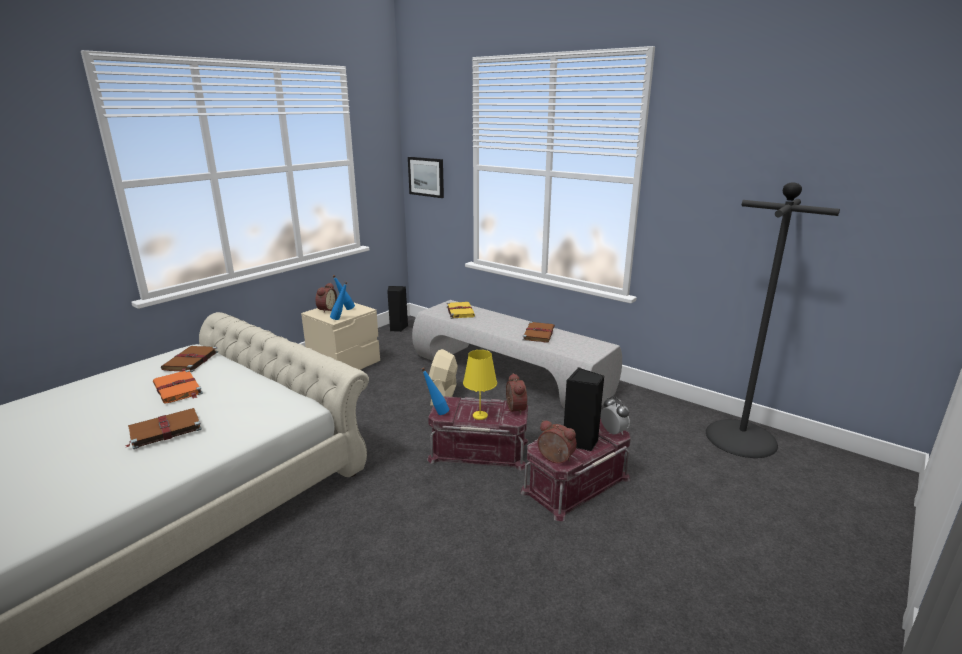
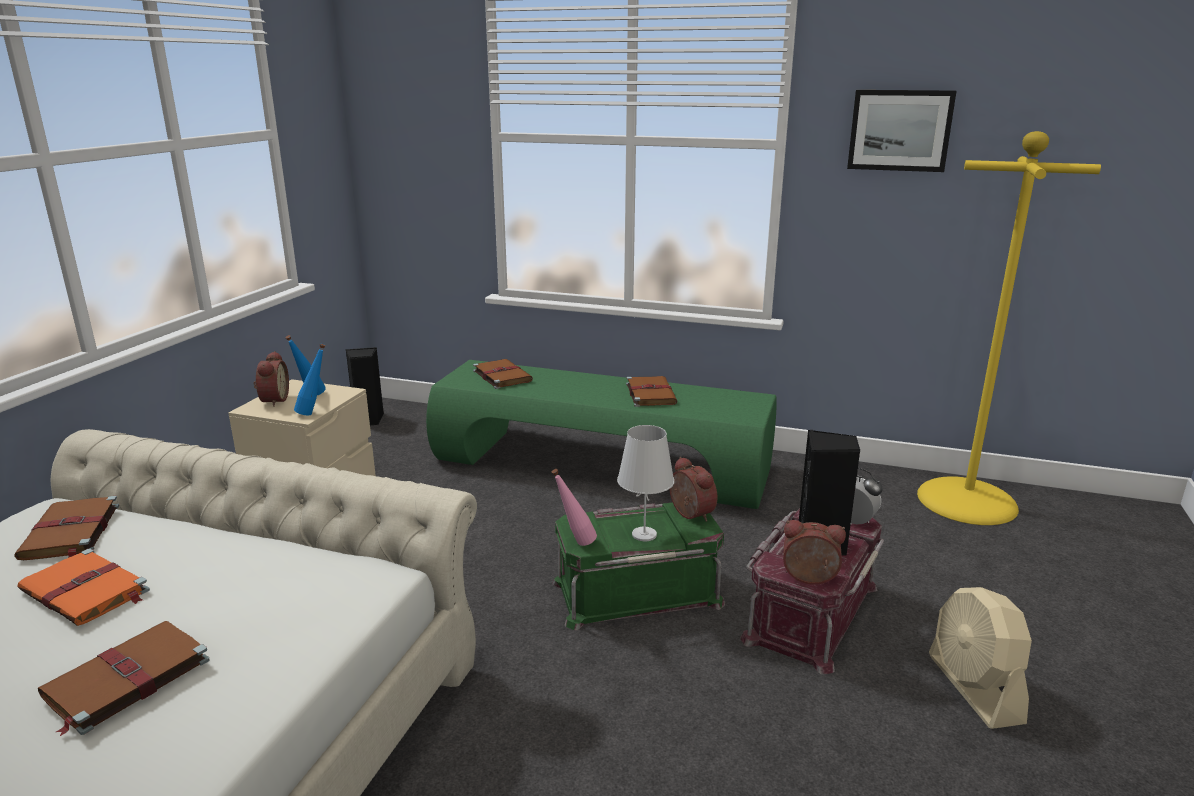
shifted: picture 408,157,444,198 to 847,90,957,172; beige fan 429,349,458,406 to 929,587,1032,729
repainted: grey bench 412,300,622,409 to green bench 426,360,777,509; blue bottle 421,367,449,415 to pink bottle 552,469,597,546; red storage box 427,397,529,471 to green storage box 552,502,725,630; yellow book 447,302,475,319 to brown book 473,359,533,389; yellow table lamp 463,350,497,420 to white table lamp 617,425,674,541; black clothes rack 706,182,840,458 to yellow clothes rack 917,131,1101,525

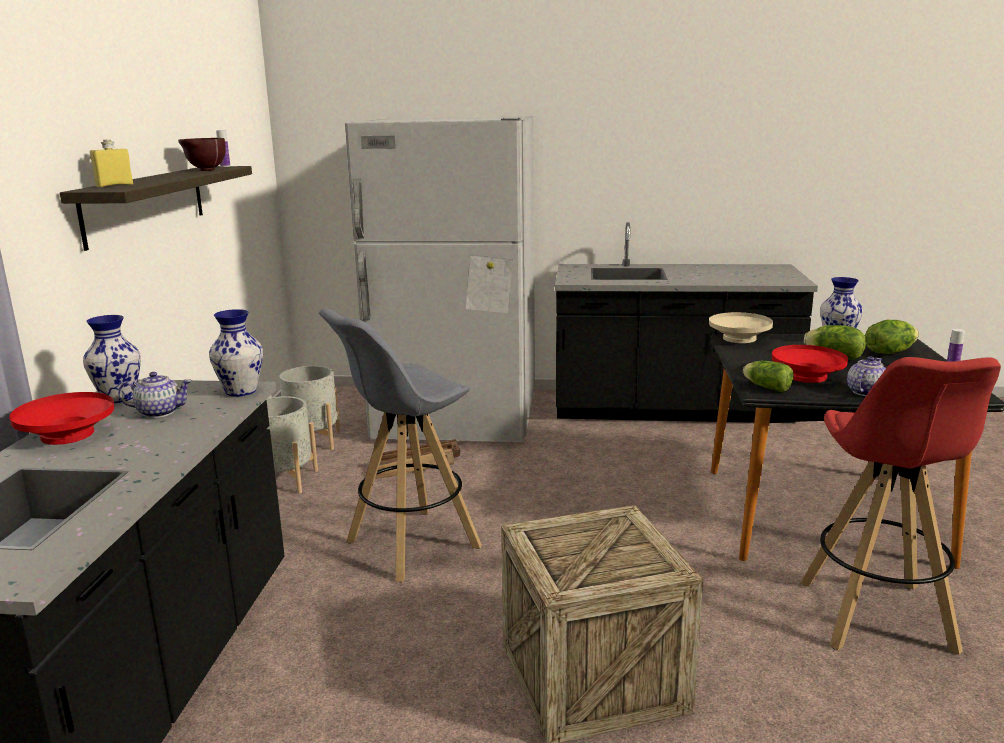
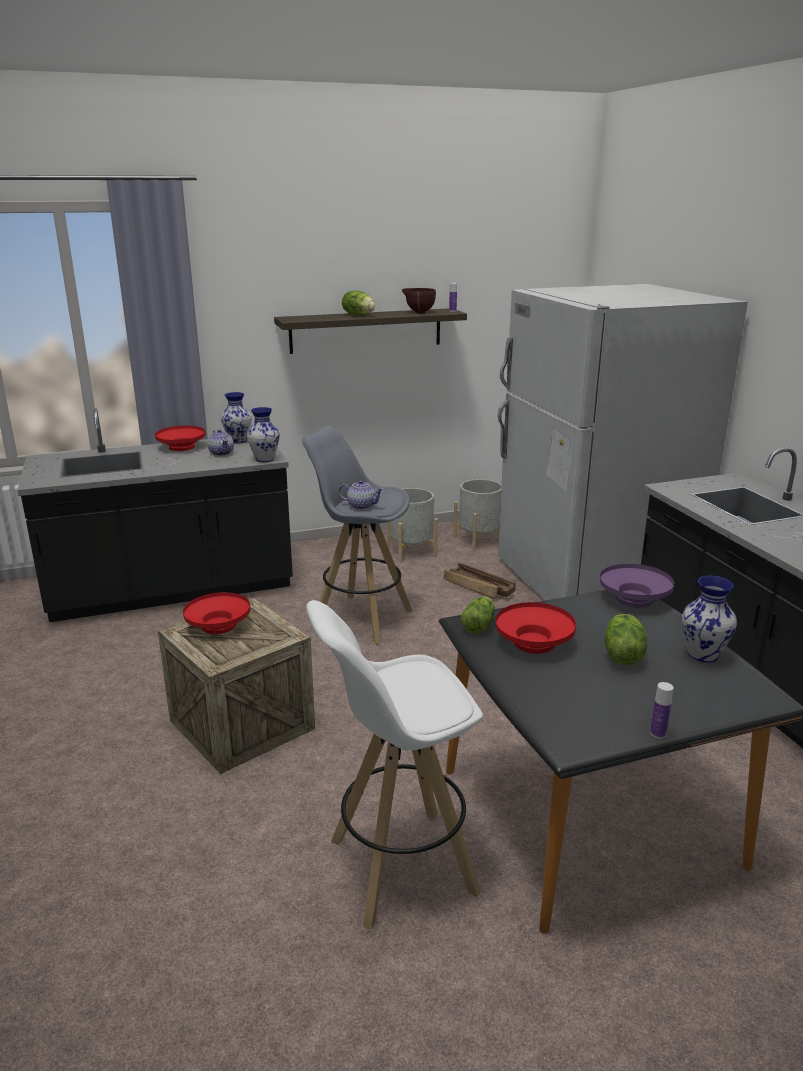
gone: yellow bottle 90,140,133,187
new: red bowl 183,592,250,634
shifted: teapot 847,356,886,396 to 339,480,384,510; lettuce 865,320,919,354 to 342,291,375,315
repainted: beige bowl 709,312,773,343 to purple bowl 600,564,674,608; red stool 800,357,1001,655 to white stool 306,600,483,929

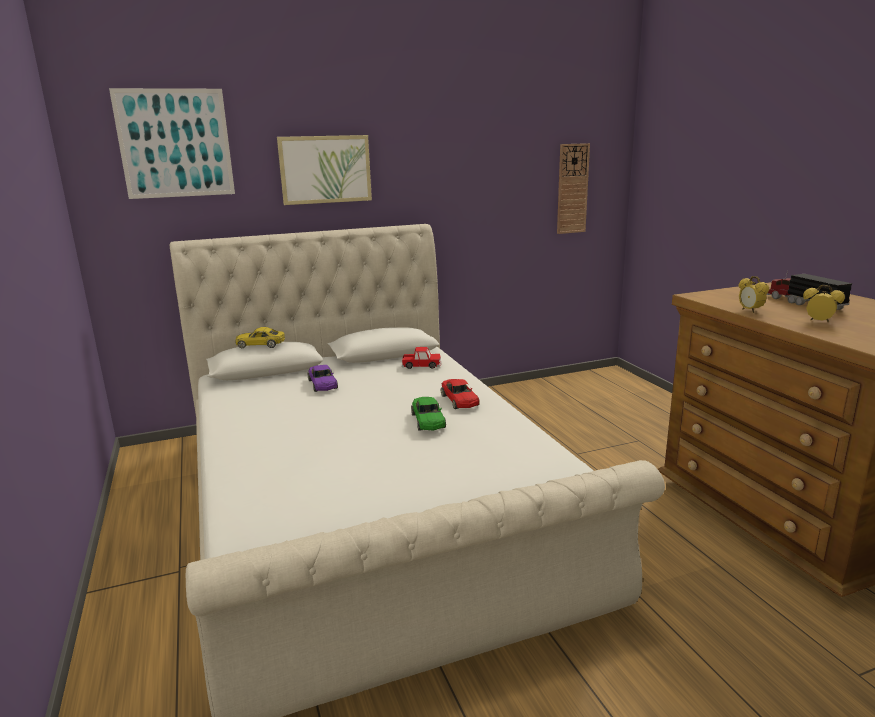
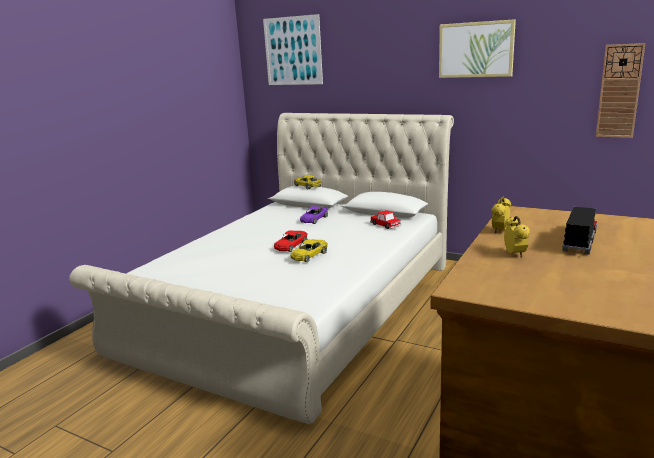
shifted: picture 277,135,372,205 to 439,19,516,78; red toy car 441,379,480,409 to 274,231,307,252
repainted: green toy car 411,397,446,431 to yellow toy car 290,239,328,262

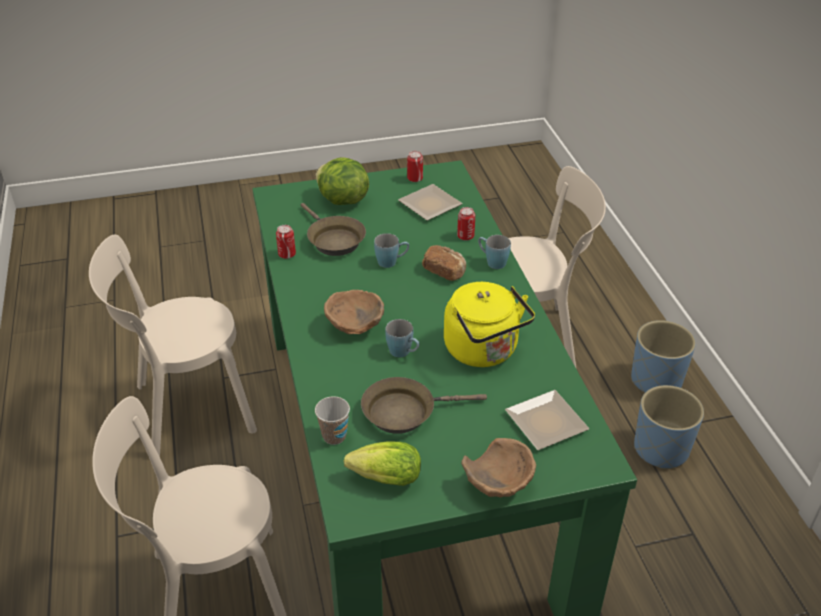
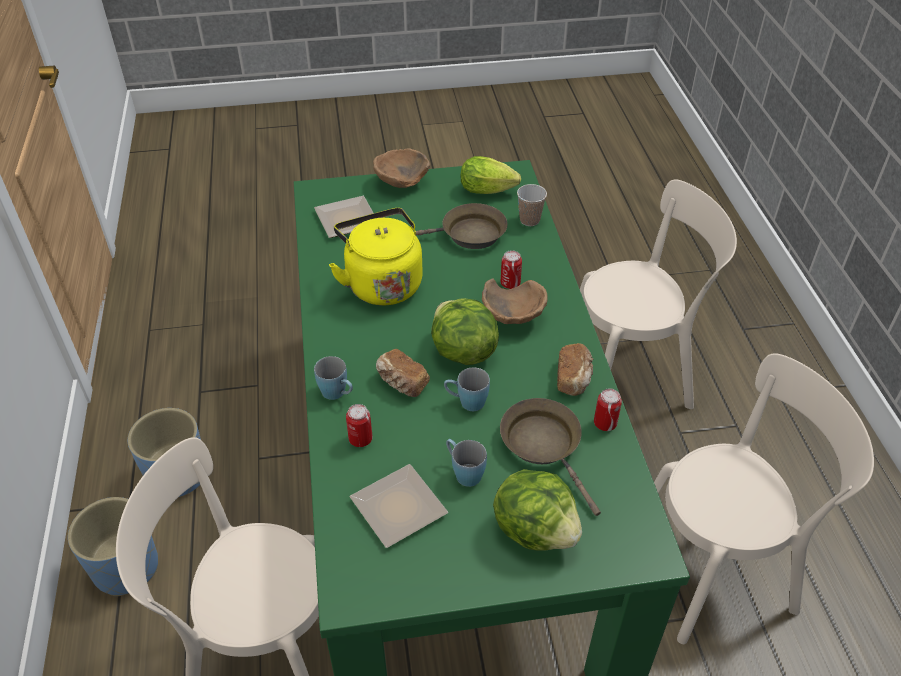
new: lettuce 431,298,499,365; bread 557,343,593,396
shifted: blue mug 385,319,419,357 to 446,439,487,487; can 407,151,423,182 to 500,250,522,289

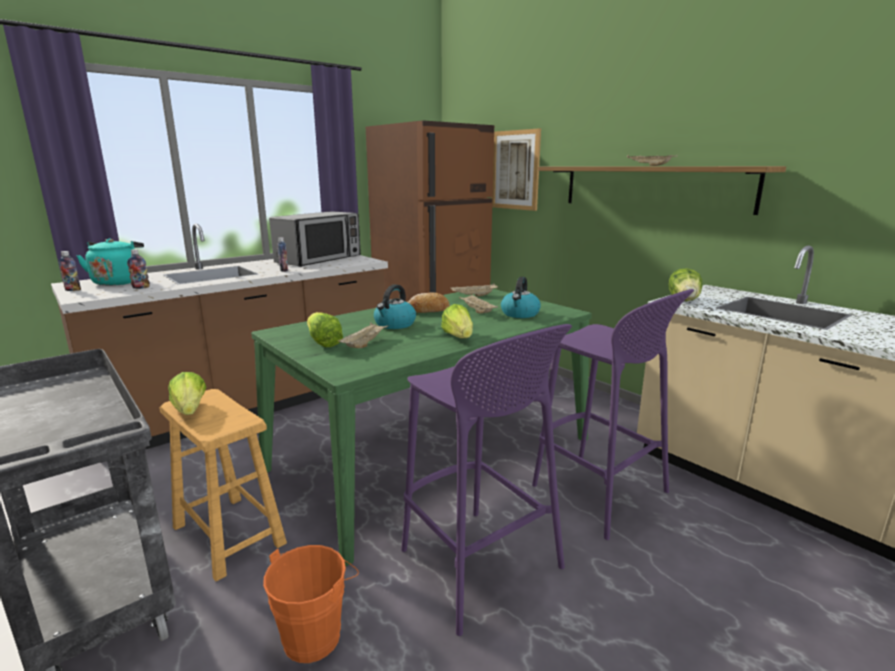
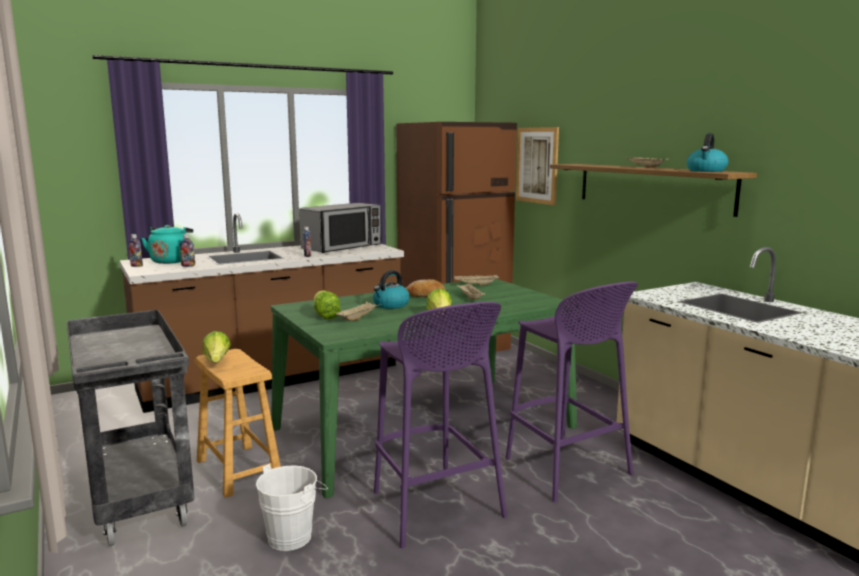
gone: lettuce 669,268,702,301
shifted: kettle 501,277,541,318 to 687,133,729,172
repainted: orange bucket 263,545,359,663 to white bucket 256,464,328,551

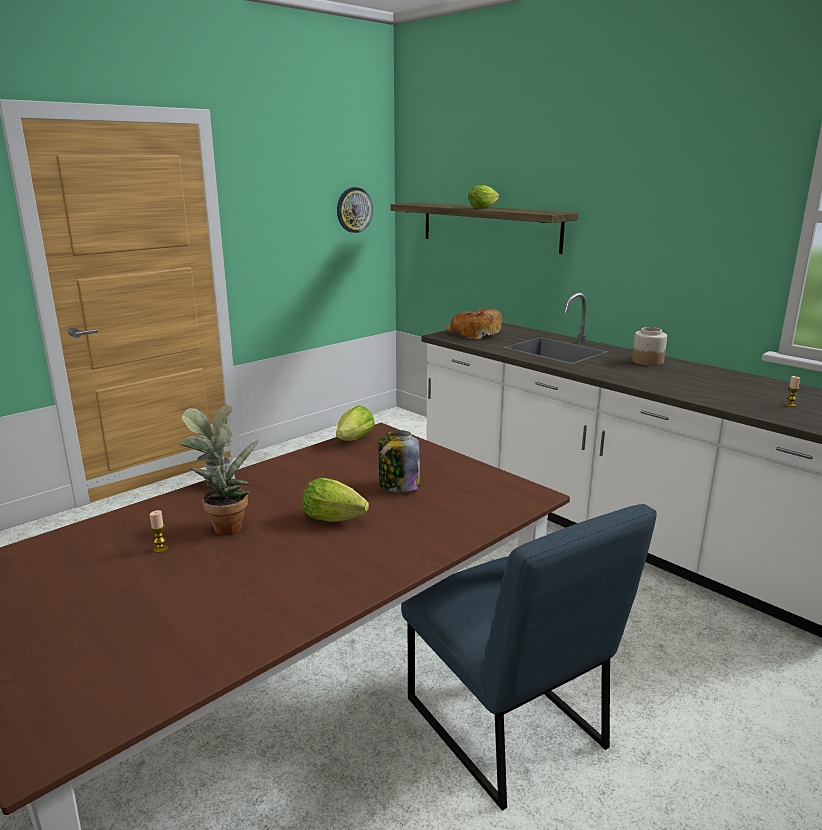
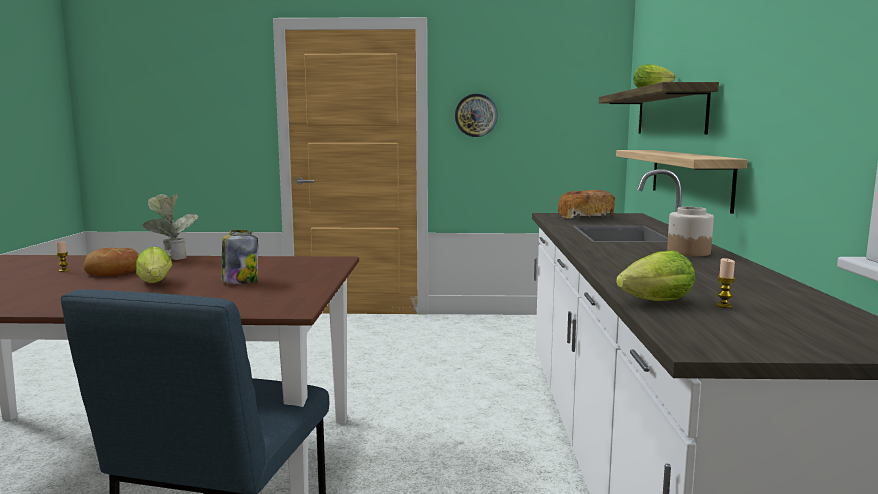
new: shelf 616,150,747,214
shifted: lettuce 336,405,375,441 to 616,250,695,301; wall clock 337,187,373,233 to 455,94,498,137
swapped: potted plant 190,440,259,535 to bread 84,248,139,276

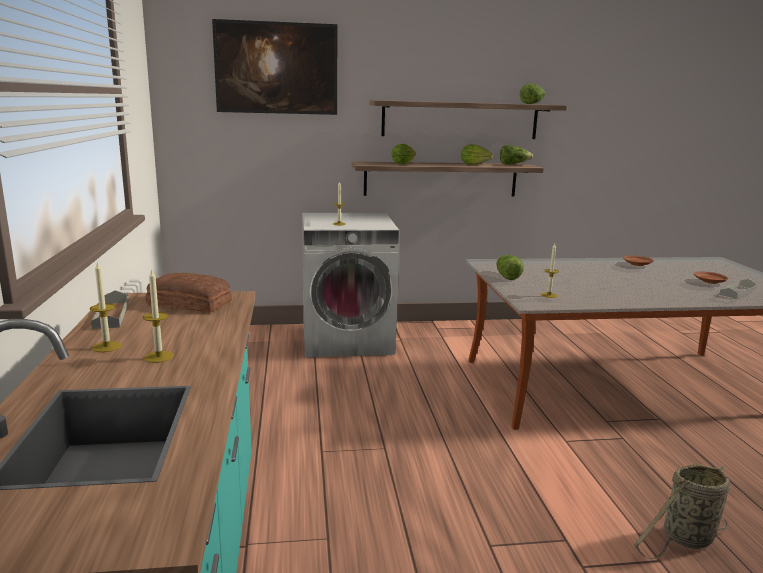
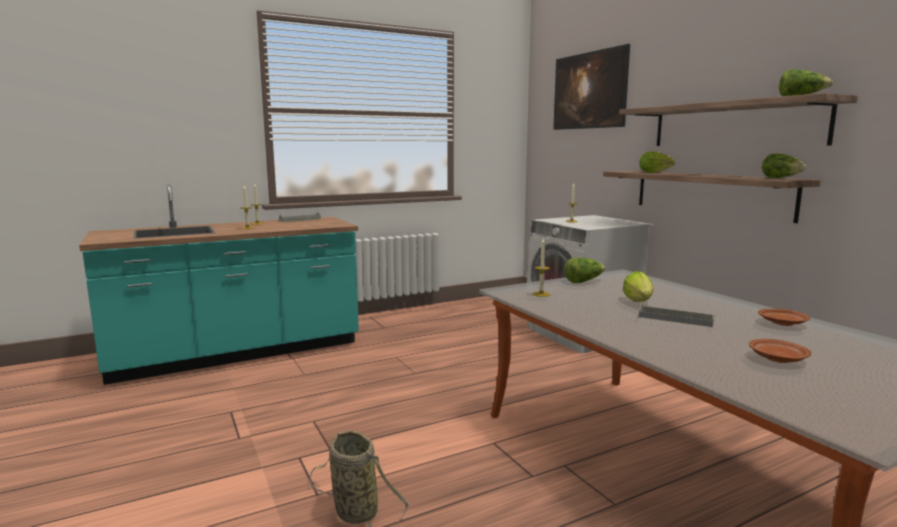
gone: bread 146,273,232,313
shifted: lettuce 461,145,493,164 to 623,271,654,302; grey tray 719,279,757,299 to 639,303,715,327

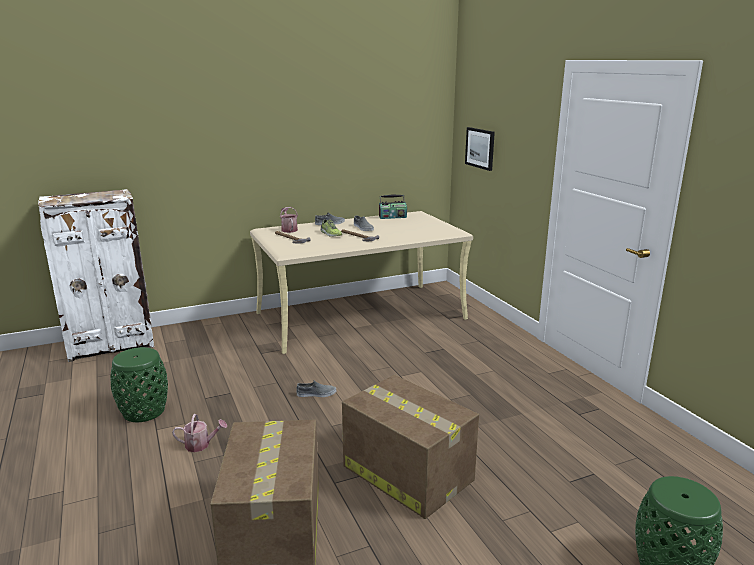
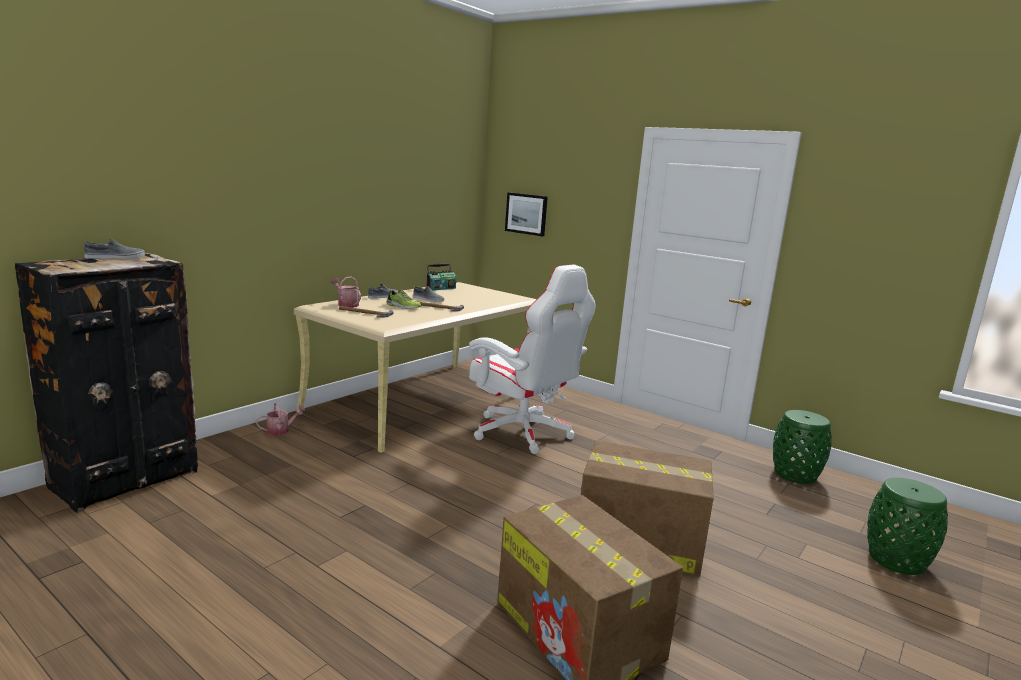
new: white office chair 469,264,596,454
shifted: green stool 110,347,168,422 to 773,410,832,484; watering can 172,414,227,452 to 256,402,306,436; grey shoe 296,380,336,397 to 84,238,145,259
repainted: white cabinet 38,189,154,362 to black cabinet 15,253,198,513

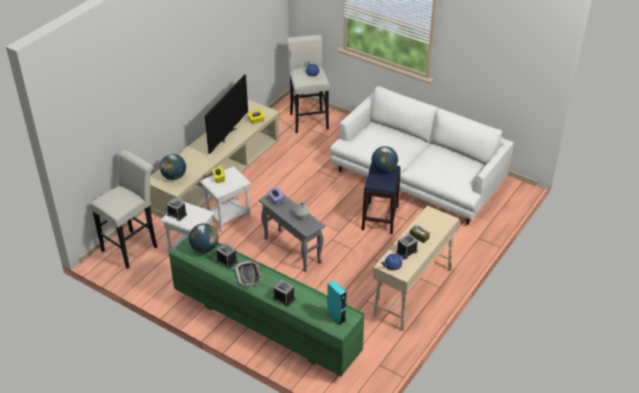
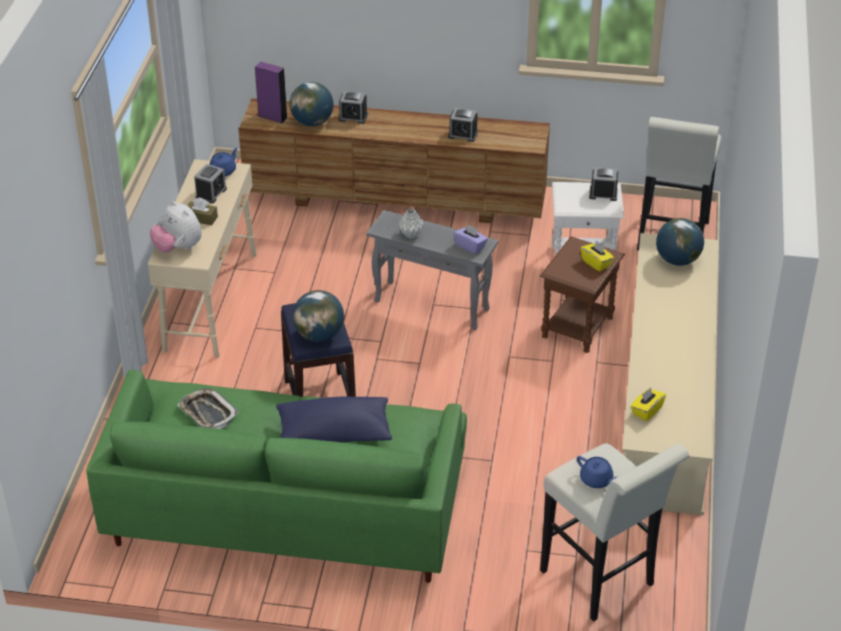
gone: television 205,74,248,154
new: plush toy 150,201,202,253; blue pillow 276,396,392,442
shifted: globe 189,223,219,253 to 289,82,334,126; tray 234,260,263,287 to 178,388,239,429
repainted: green cabinet 169,236,364,376 to brown cabinet 238,98,550,223; white side table 199,166,251,230 to brown side table 540,236,625,353; turquoise speaker 327,281,346,325 to purple speaker 255,62,287,123; white sofa 330,86,513,225 to green sofa 86,370,467,583

